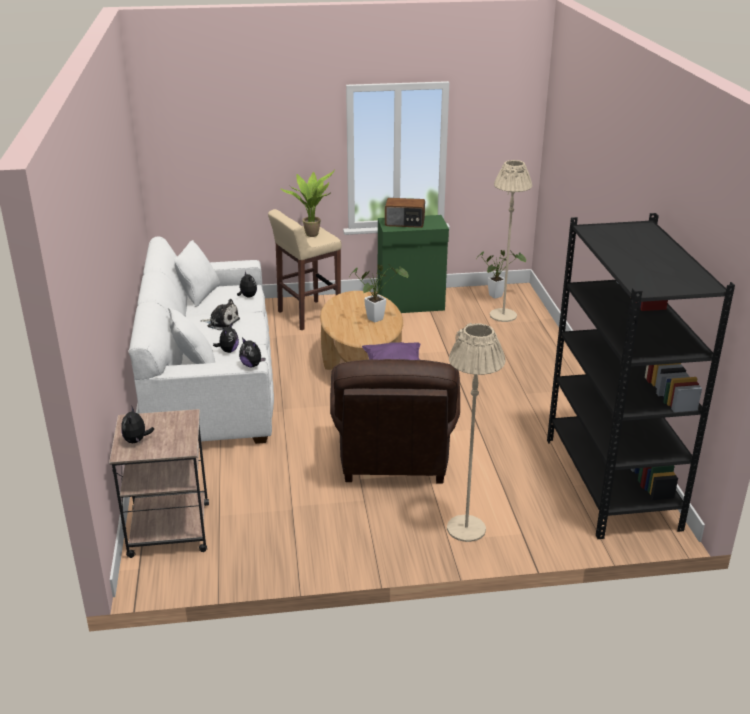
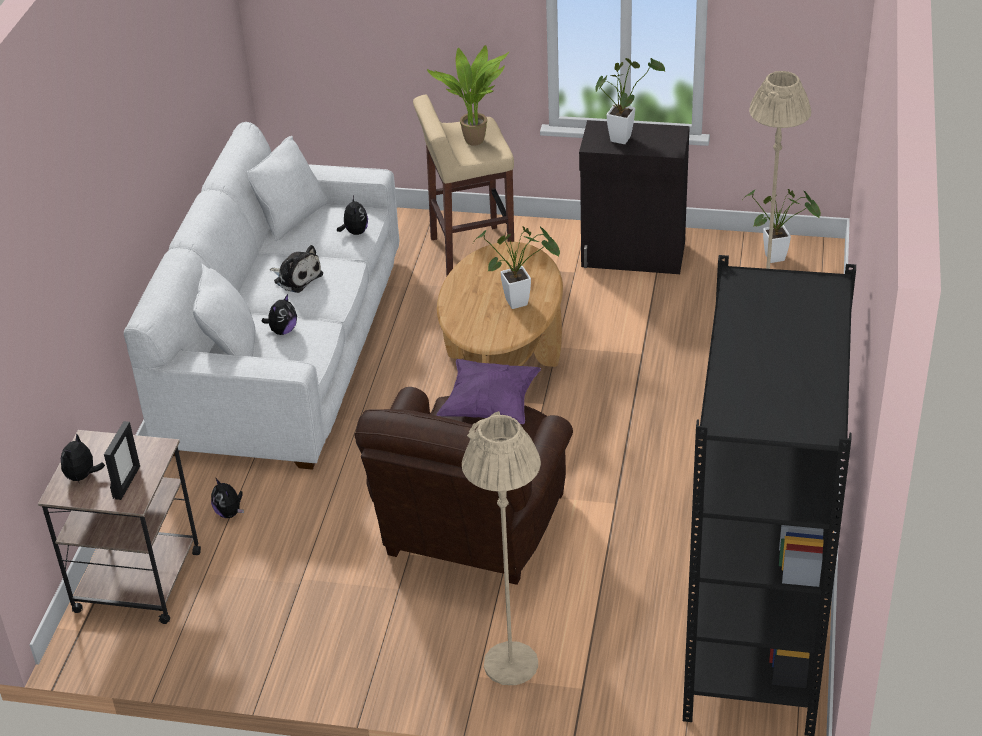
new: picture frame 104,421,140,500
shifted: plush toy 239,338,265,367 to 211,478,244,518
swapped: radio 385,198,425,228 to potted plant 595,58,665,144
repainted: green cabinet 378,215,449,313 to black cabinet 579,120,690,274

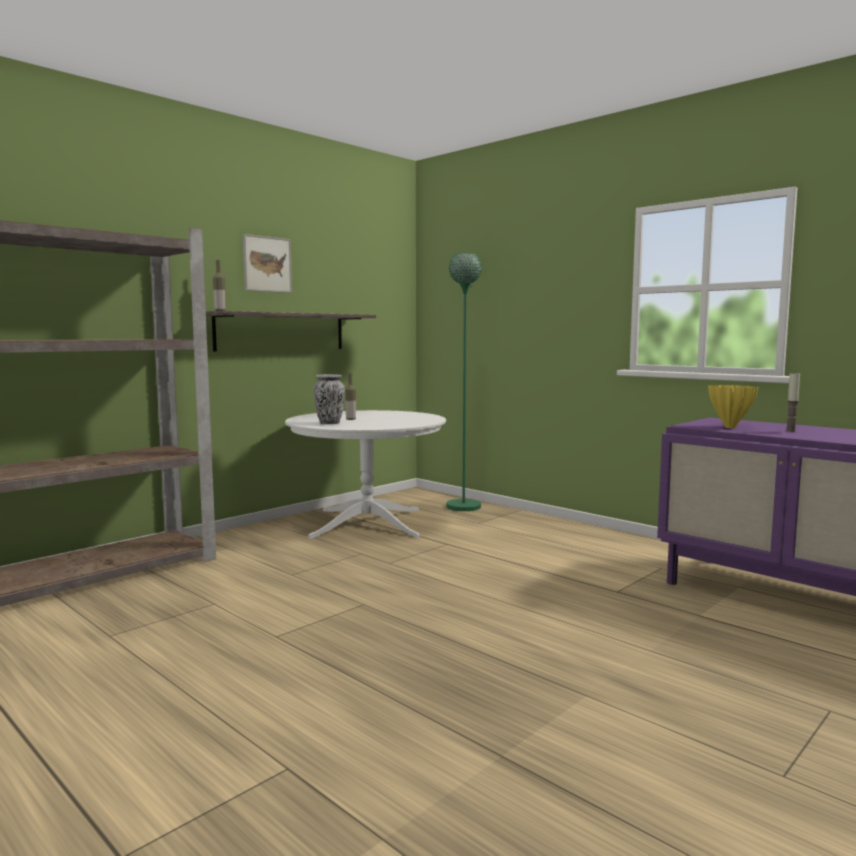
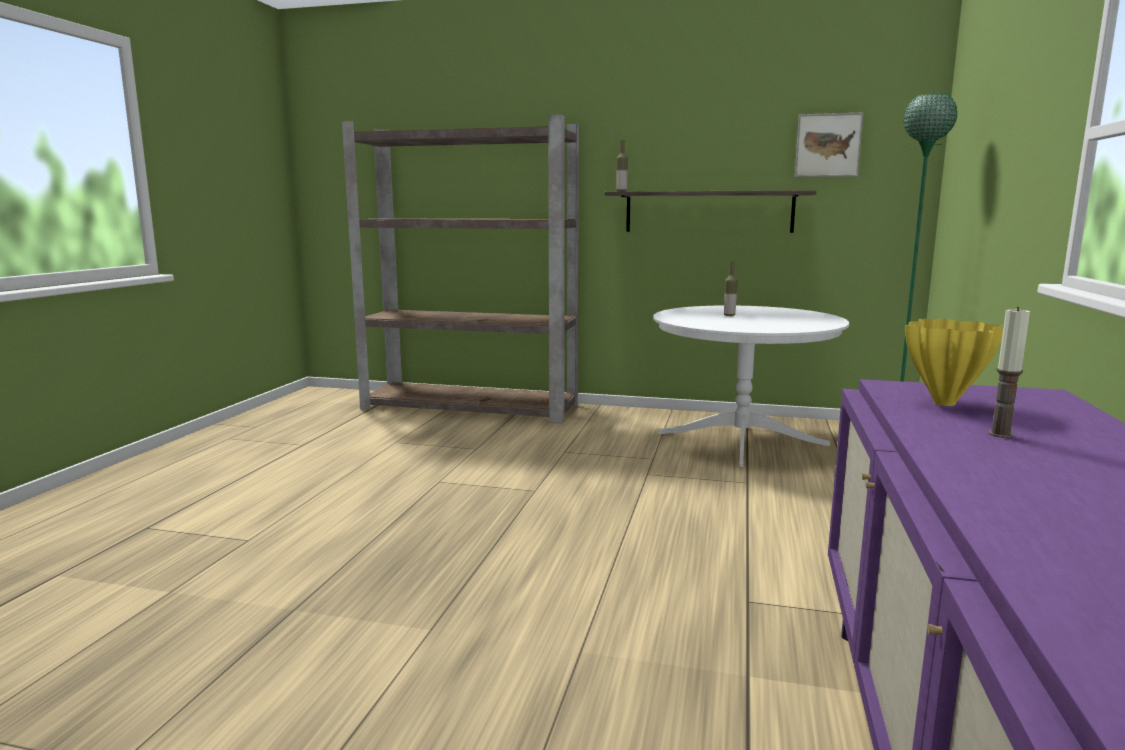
gone: vase 313,374,345,424
shifted: picture 243,234,292,293 to 795,112,864,177

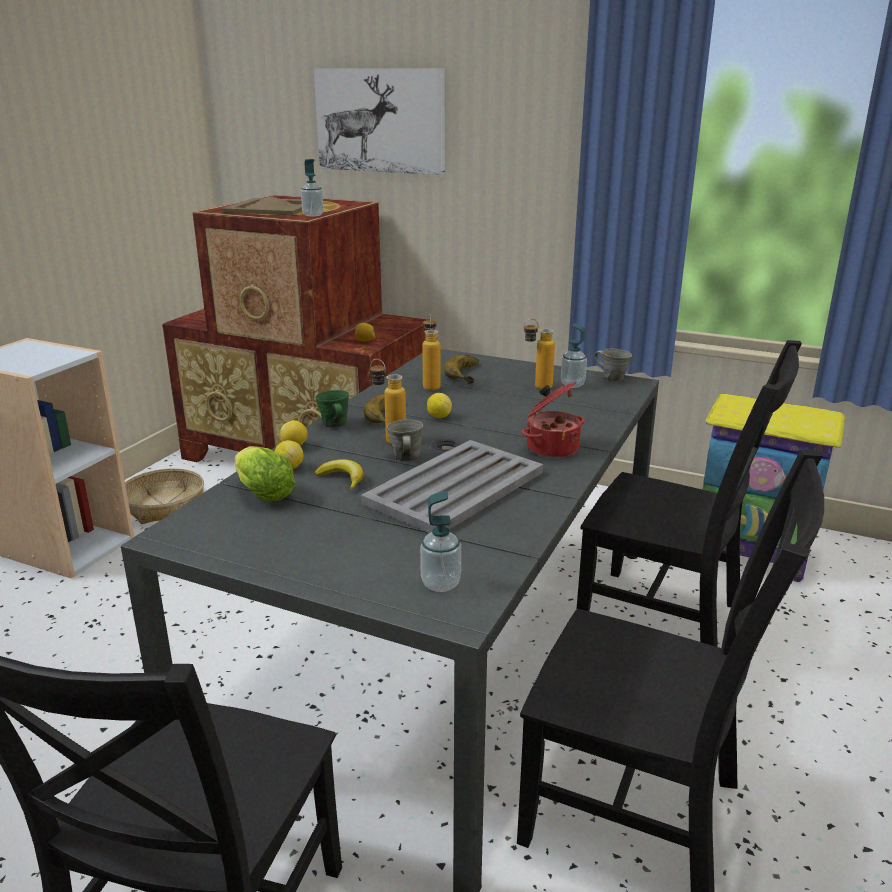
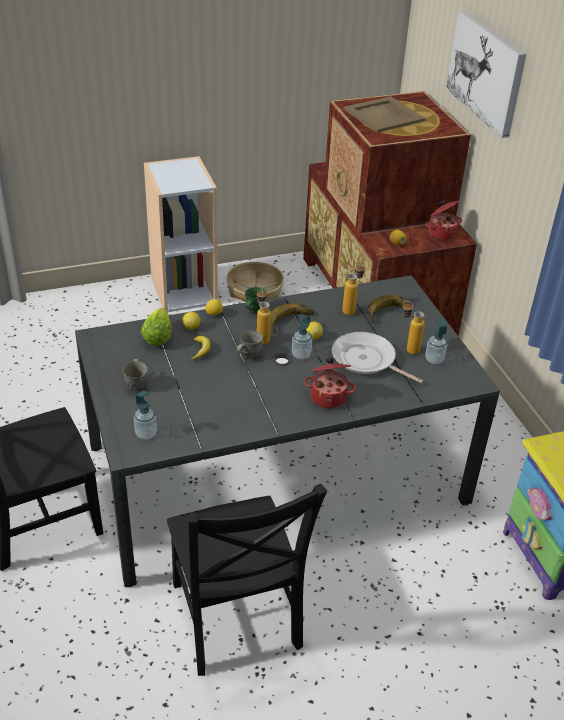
gone: grey tray 361,440,543,533; black chair 577,340,802,647
new: frying pan 332,332,423,383; cooking pot 426,200,462,240
shifted: soap dispenser 301,159,323,216 to 292,314,312,360; grey mug 594,349,632,381 to 122,359,148,391

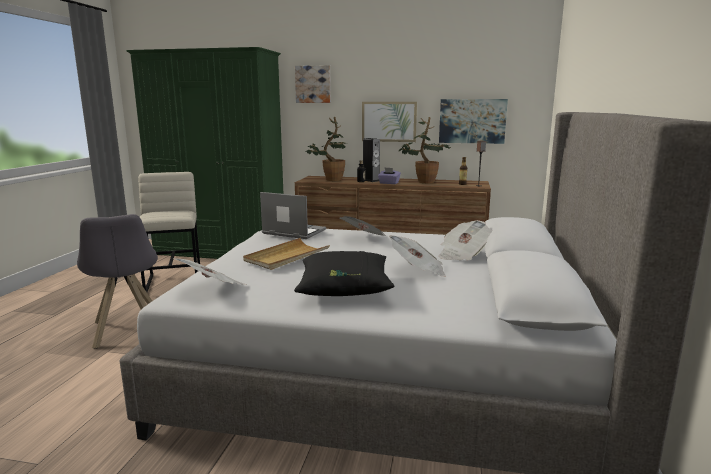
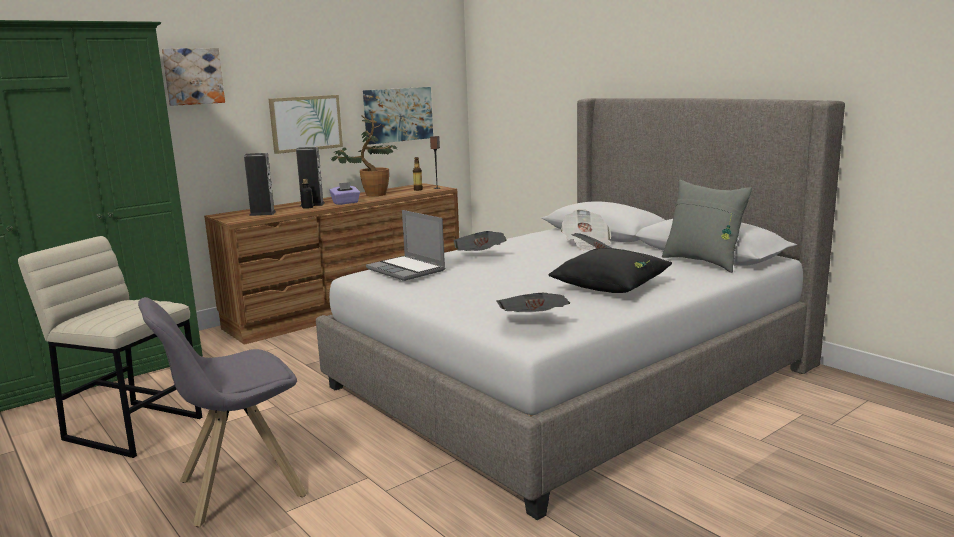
gone: beige tray 243,238,330,270
new: grey pillow 662,180,752,273
swapped: potted plant 306,117,347,181 to speaker 244,153,276,216
rotated: grey chair 77,214,158,349 = 138,297,307,527 135 degrees clockwise; laptop 260,192,326,239 = 366,210,445,281 105 degrees counterclockwise

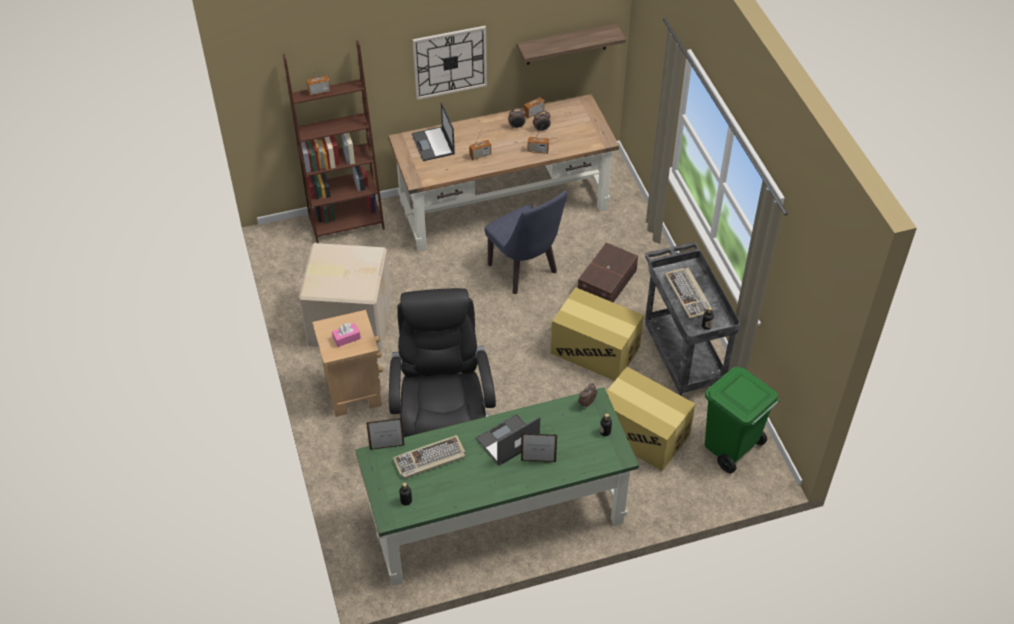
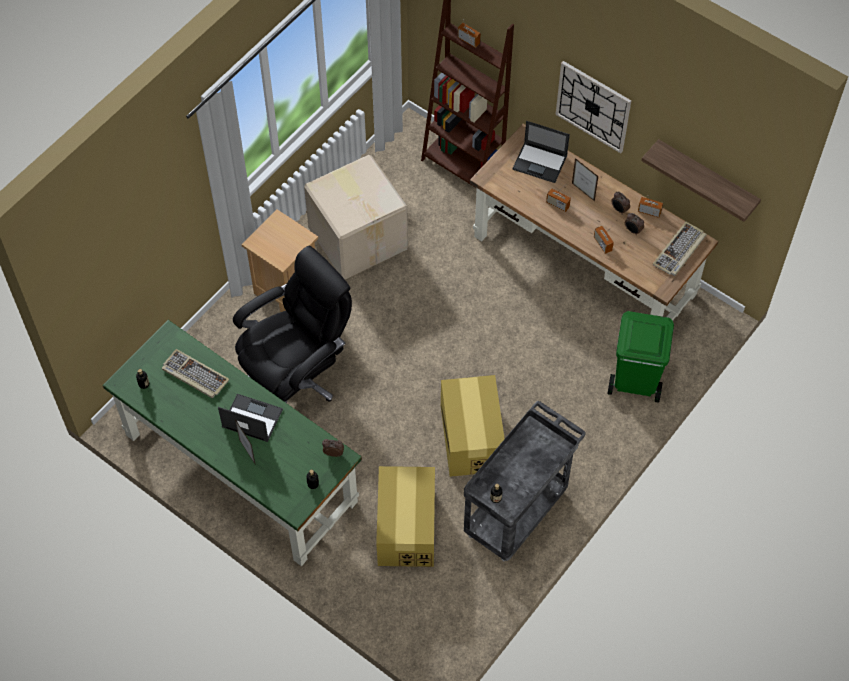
gone: pink tissue box 332,323,361,347; blue chair 484,190,568,294; brown storage box 578,242,638,303
shifted: picture frame 366,418,404,450 to 572,158,599,201; keyboard 665,267,713,319 to 652,222,707,276; green trash can 705,367,780,473 to 608,311,674,403
rotated: laptop 412,102,455,161 = 512,121,570,183 105 degrees counterclockwise

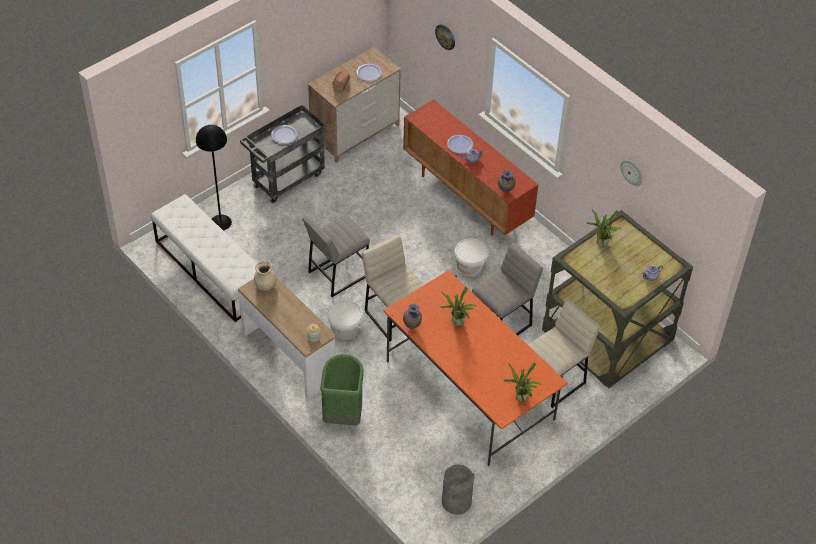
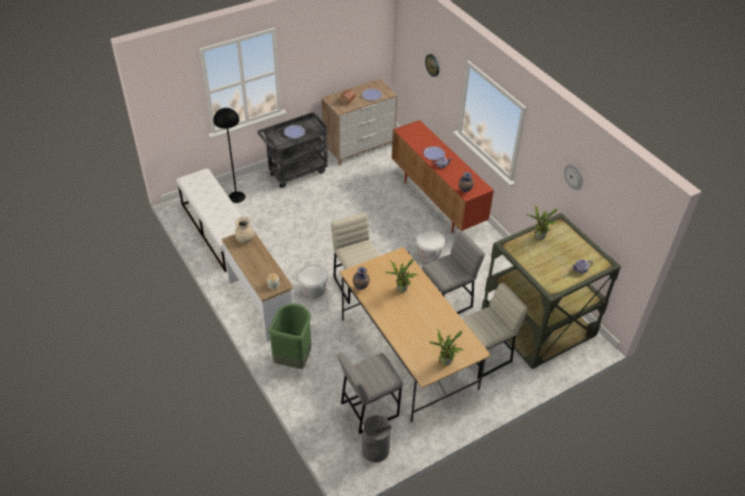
shifted: grey chair 302,215,370,297 to 336,352,403,434
repainted: orange dining table 383,270,568,466 to beige dining table 339,247,491,422

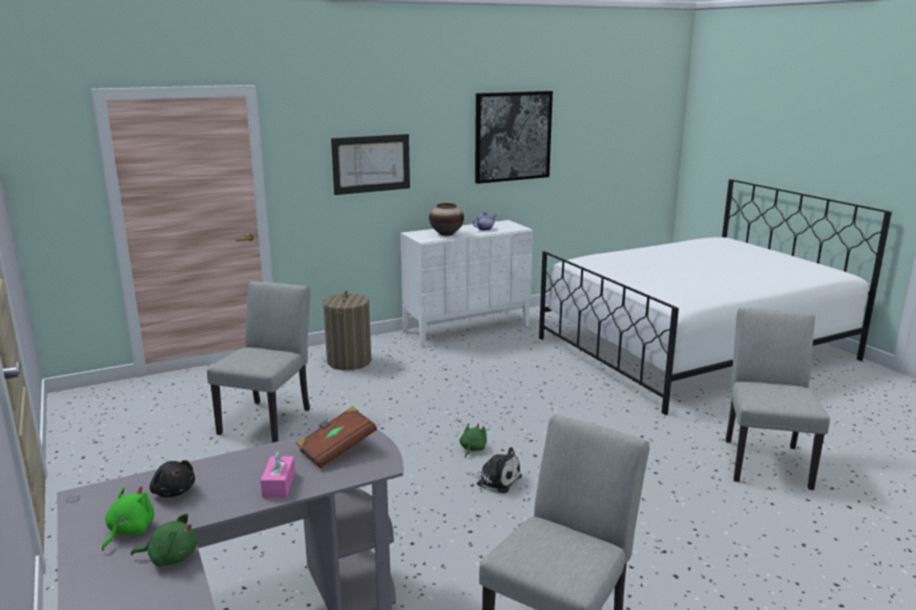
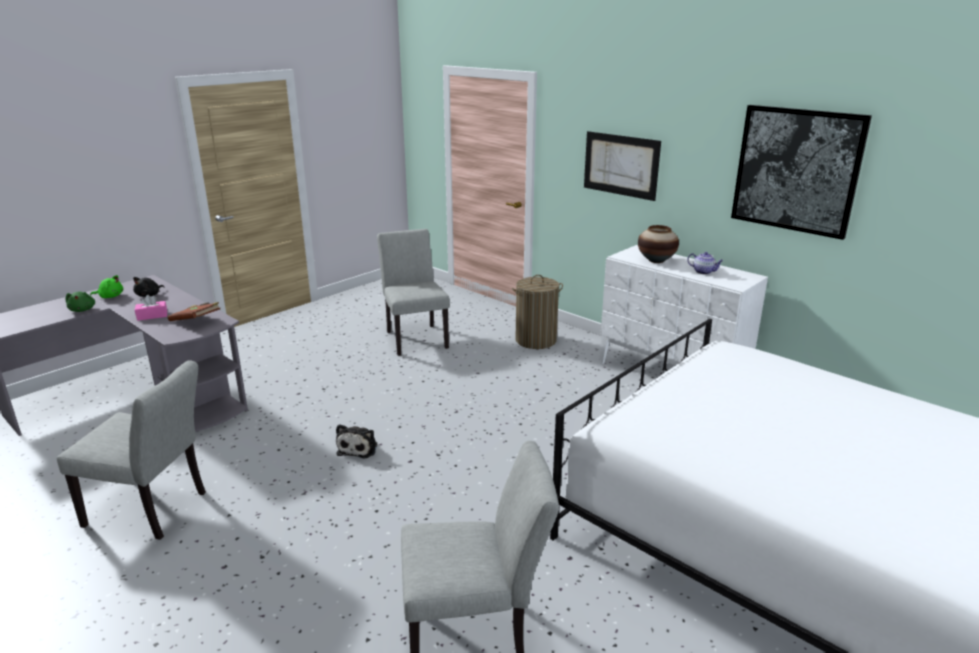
gone: green plush toy 460,423,487,458
rotated: grey chair 207,281,311,443 = 377,229,450,356 105 degrees counterclockwise

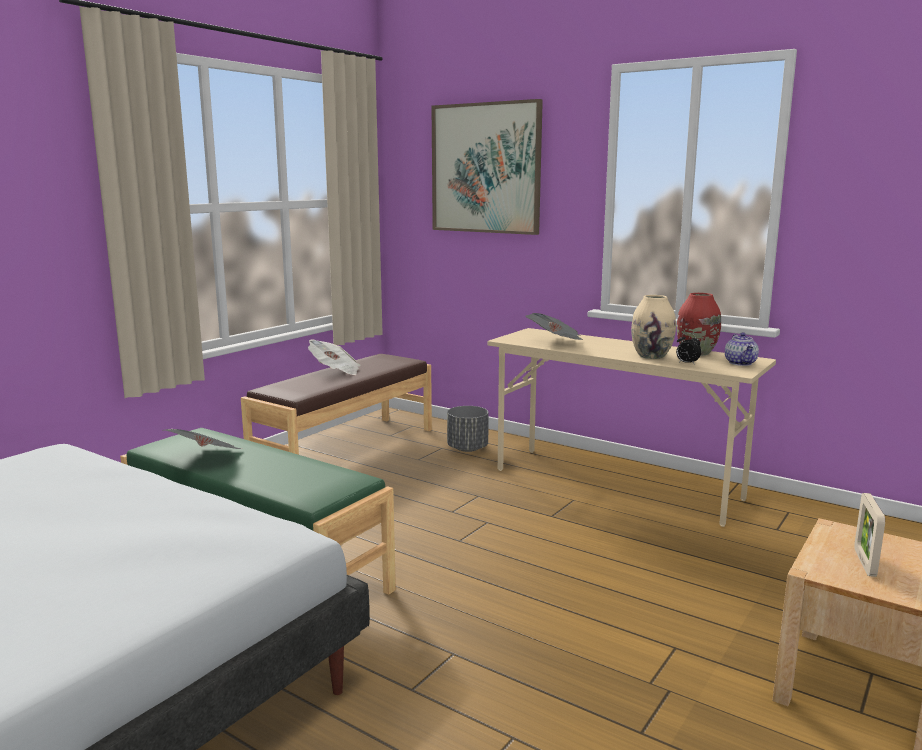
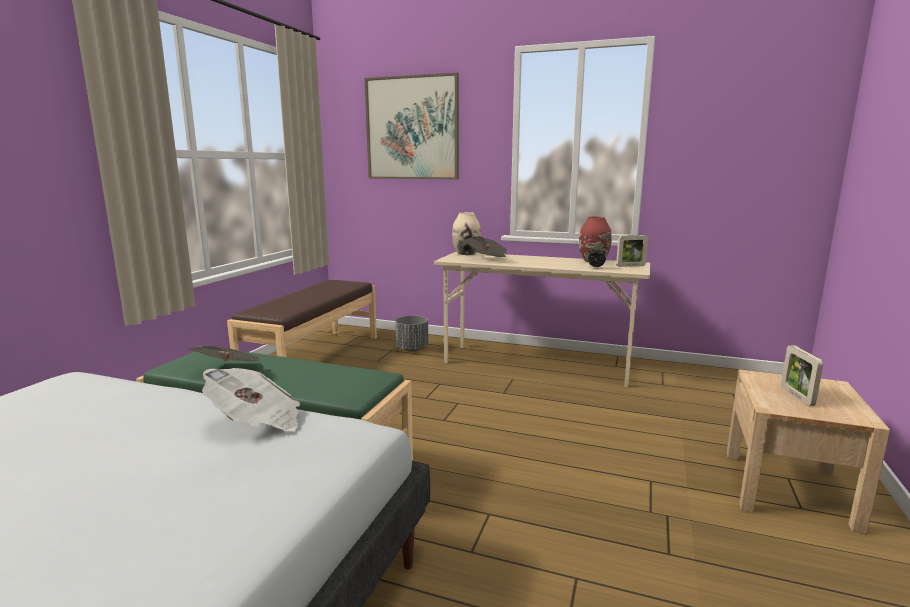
shifted: newspaper 308,340,360,375 to 202,368,300,431; beige vase 631,295,676,359 to 452,212,481,255
swapped: teapot 725,332,759,366 to picture frame 616,235,648,267

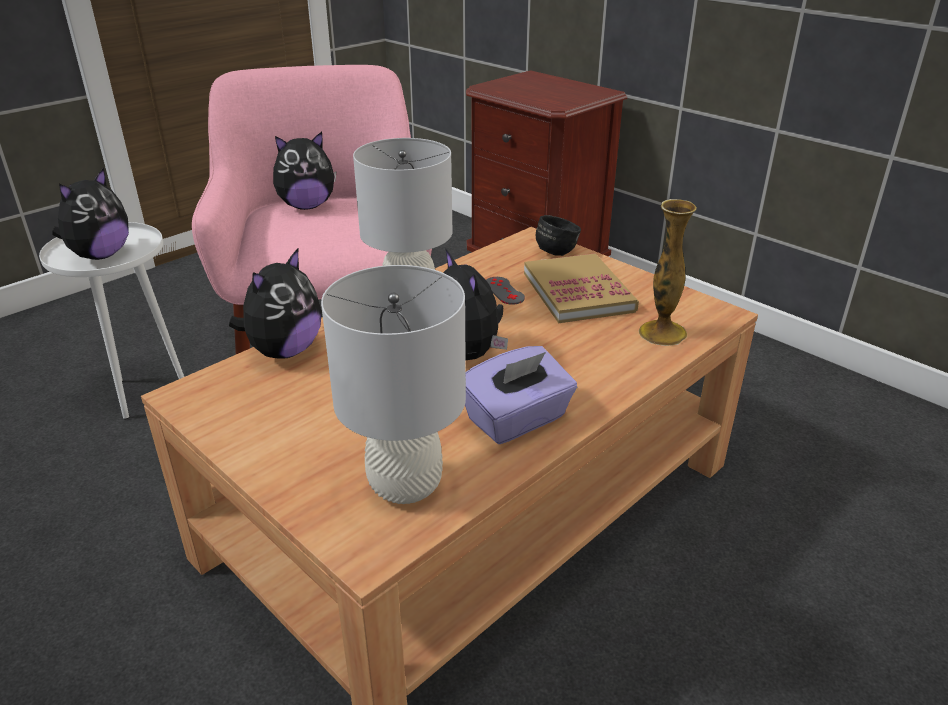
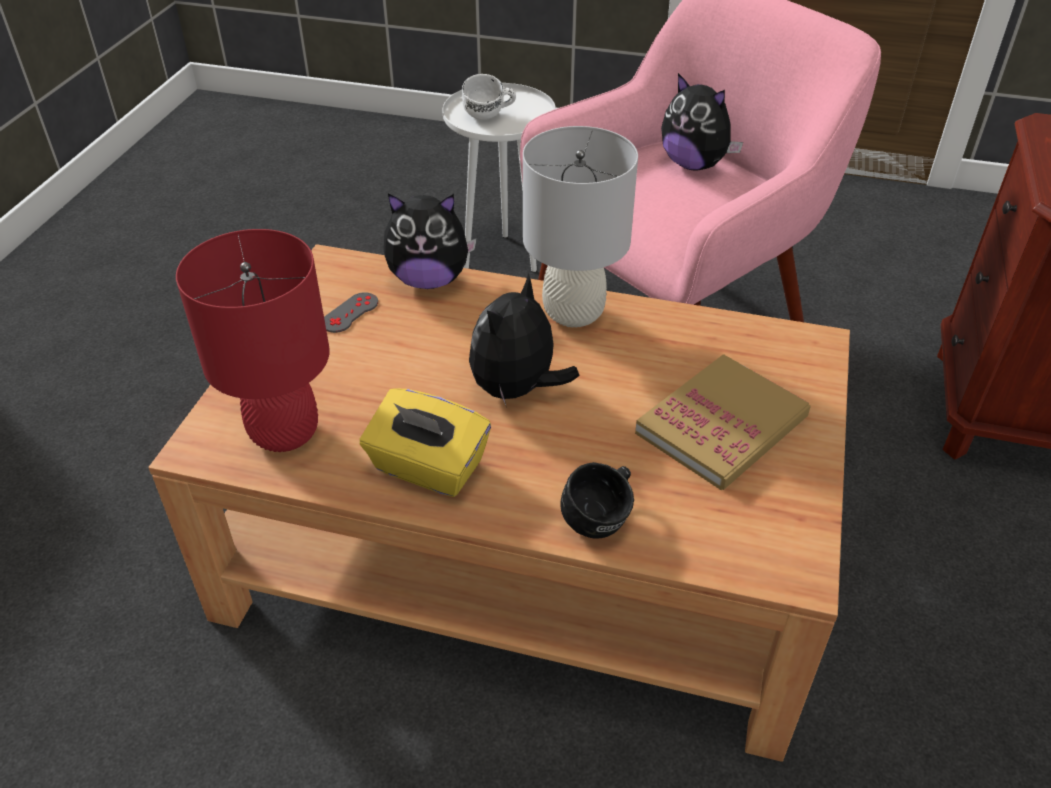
gone: vase 639,199,697,346
shifted: grey game controller 486,277,525,305 to 324,292,378,333; black mug 536,215,581,256 to 560,462,634,538
swapped: plush toy 52,168,129,260 to white mug 462,74,516,120
repainted: grey table lamp 321,265,466,504 to red table lamp 176,229,330,452; purple tissue box 465,346,577,444 to yellow tissue box 360,388,491,497

